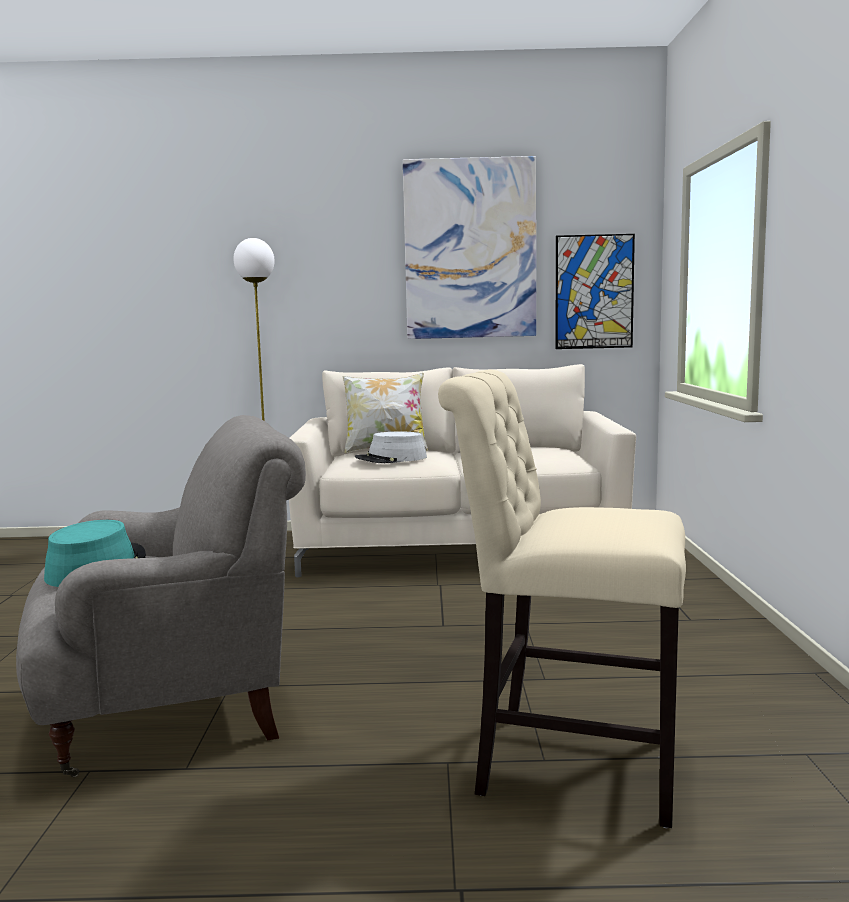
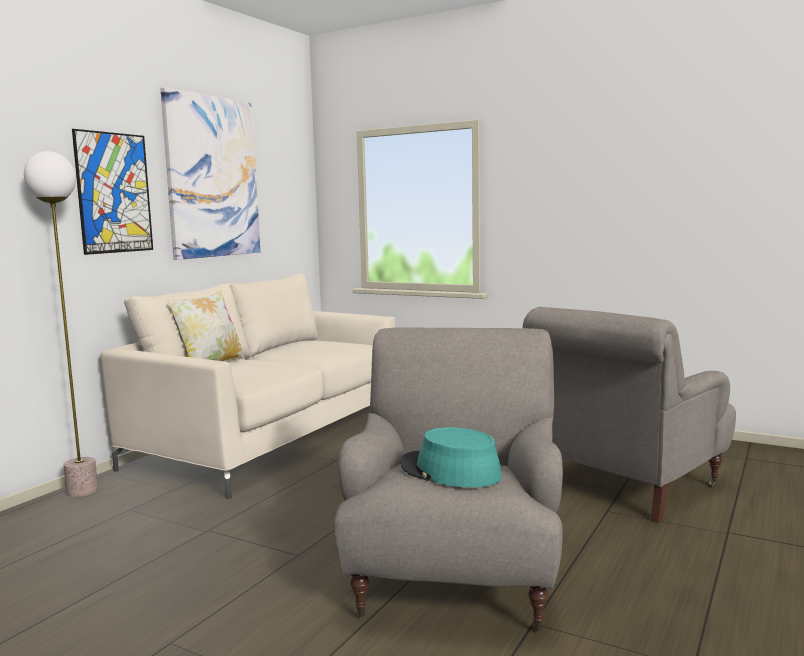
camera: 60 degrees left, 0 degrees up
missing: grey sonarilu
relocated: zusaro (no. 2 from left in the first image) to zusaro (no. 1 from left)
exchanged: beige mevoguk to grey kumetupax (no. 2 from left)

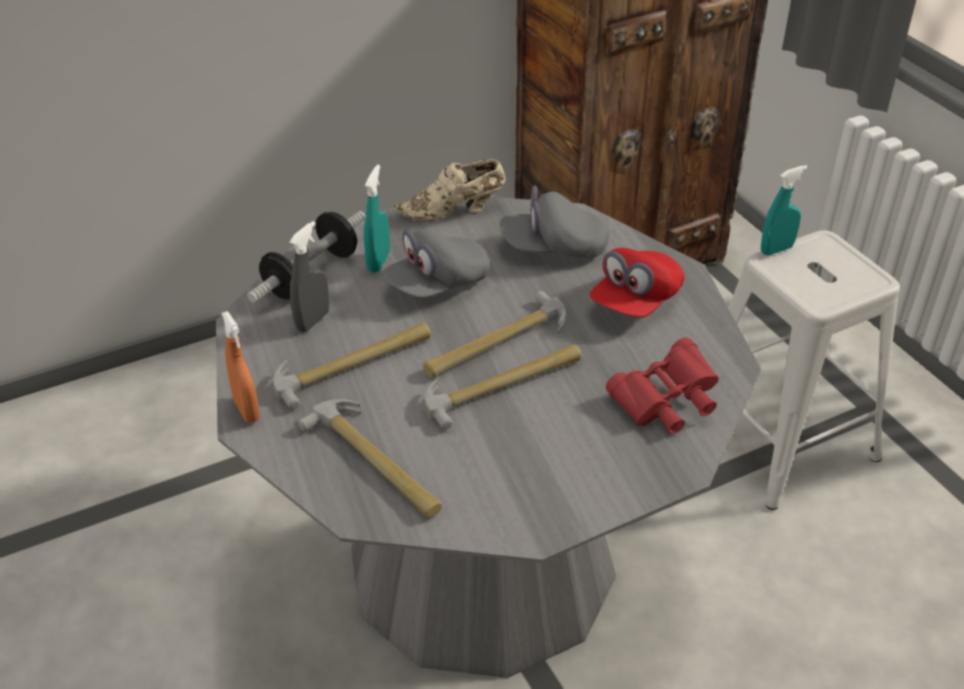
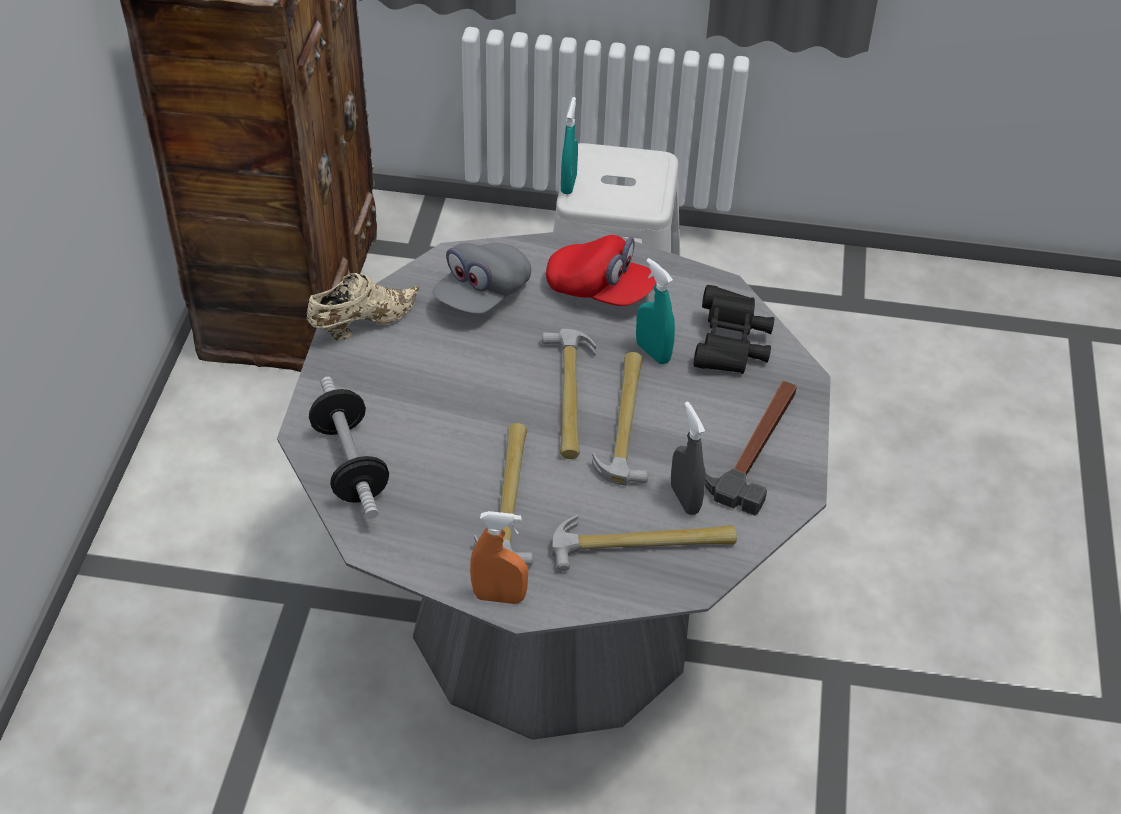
camera: 55 degrees left, 5 degrees up
missing: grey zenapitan (no. 1 from left)
appeared: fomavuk (no. 5 from left)
relocated: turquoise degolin (no. 1 from left in the first image) to turquoise degolin (no. 2 from left); grey degolin
colour: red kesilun to black kesilun
spun: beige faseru 150 degrees counterclockwise; red zenapitan 45 degrees counterclockwise

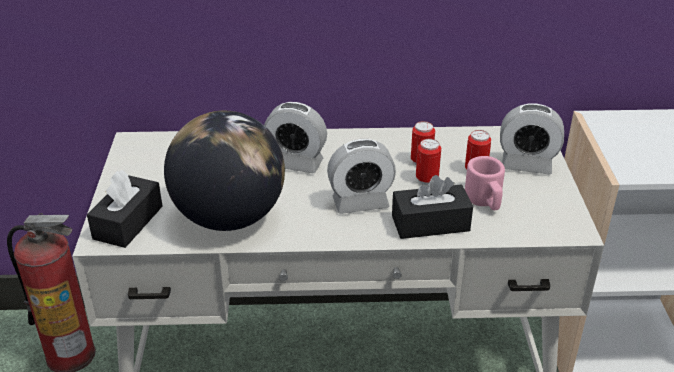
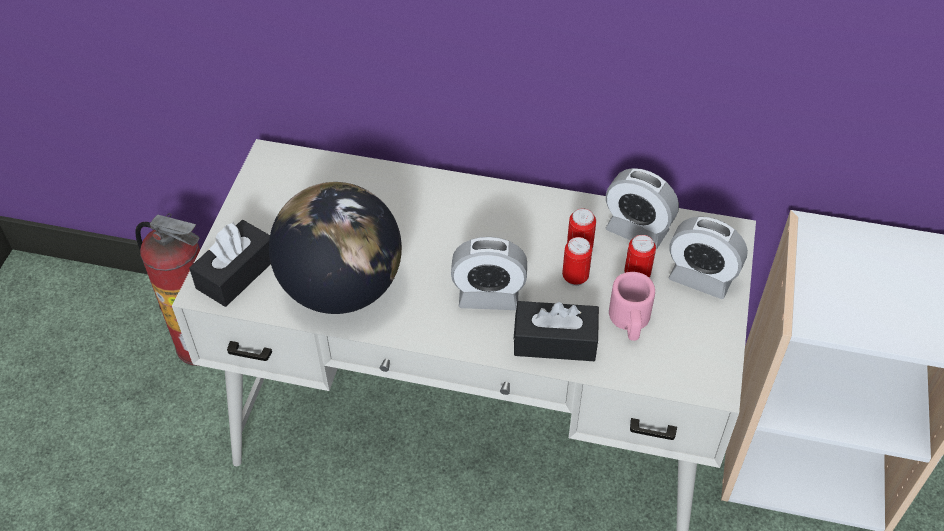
camera: 15 degrees right, 15 degrees up
relocated: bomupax (no. 1 from left in the first image) to bomupax (no. 2 from left)

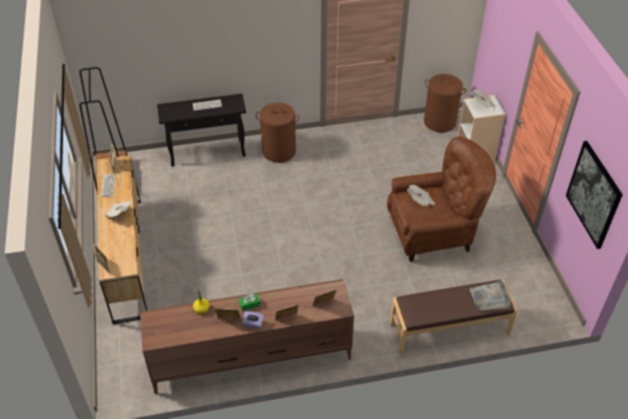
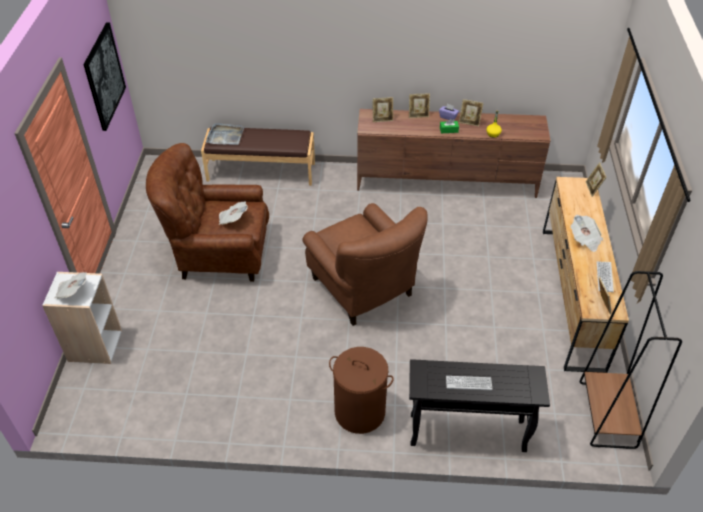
camera: 165 degrees left, 0 degrees up
missing: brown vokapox (no. 2 from left)
appeared: brown kumetupax (no. 2 from left)

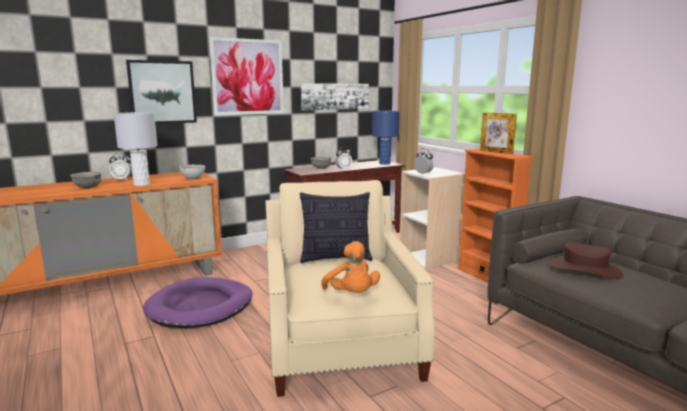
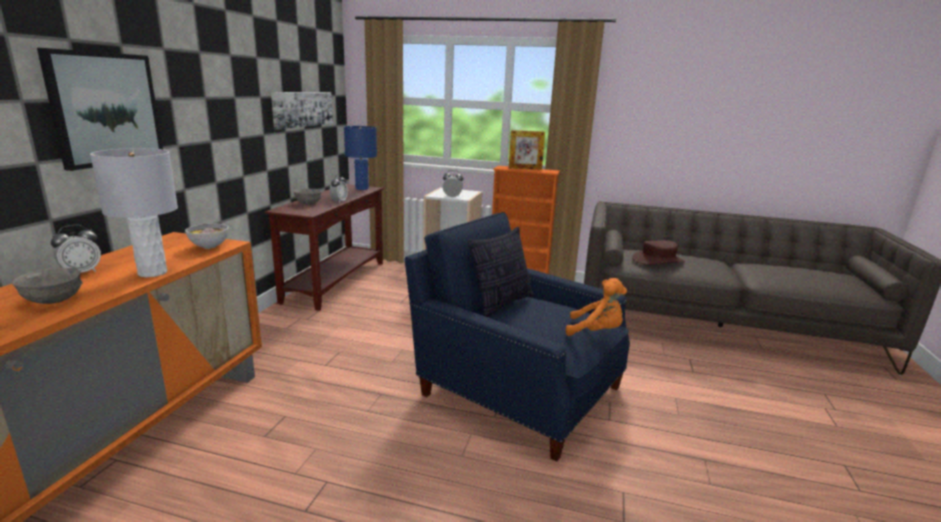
camera: 45 degrees left, 5 degrees up
missing: zusaro (no. 2 from left); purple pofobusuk
colour: beige kumetupax to blue kumetupax

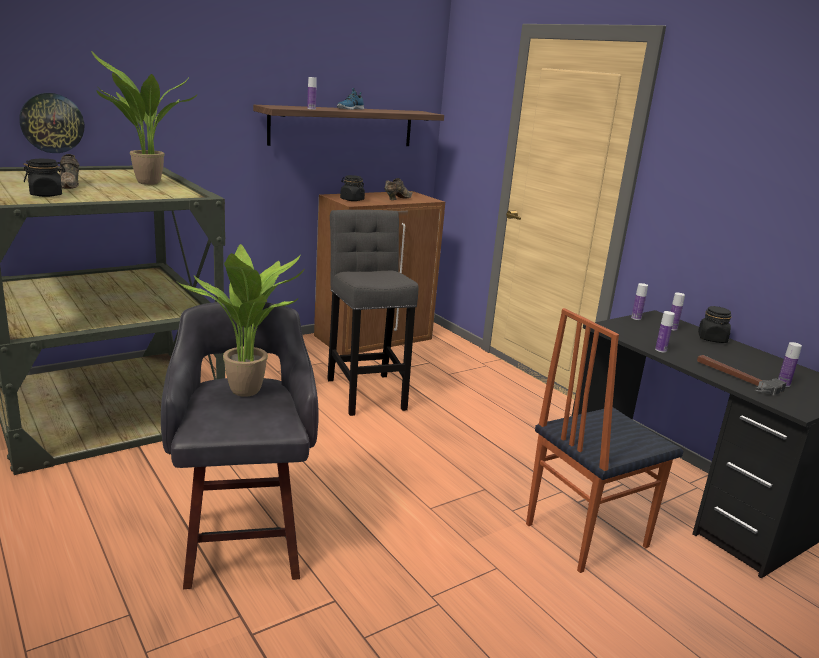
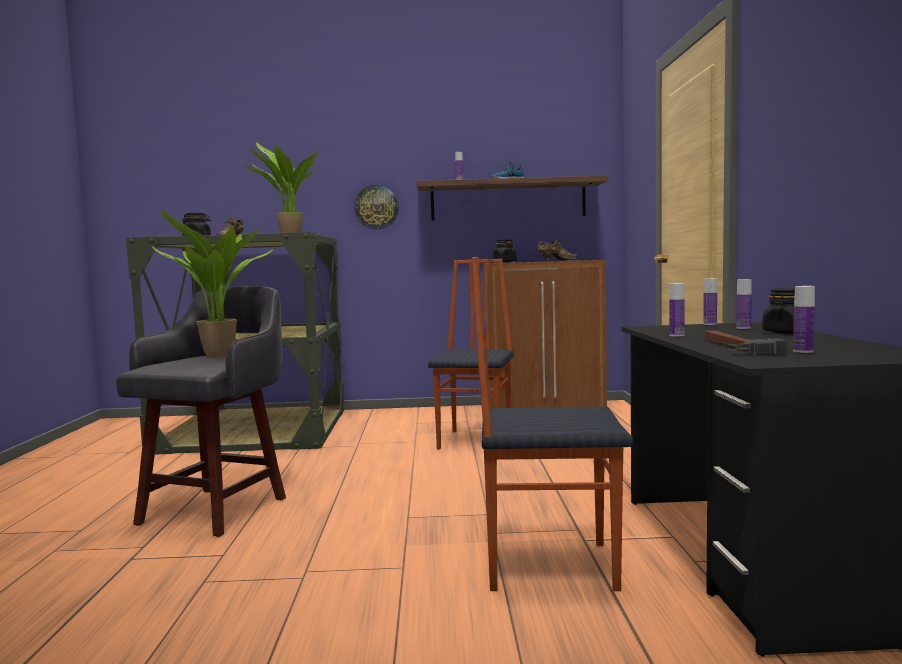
camera: 35 degrees right, 15 degrees down
relocated: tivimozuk
exchanged: grey mevoguk (no. 2 from left) to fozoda (no. 1 from left)

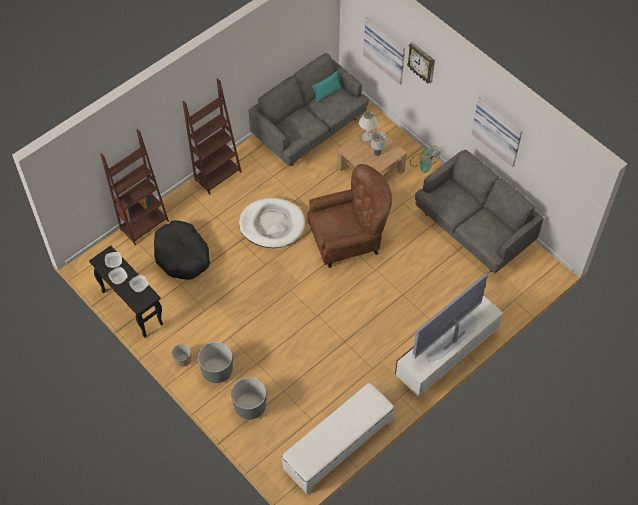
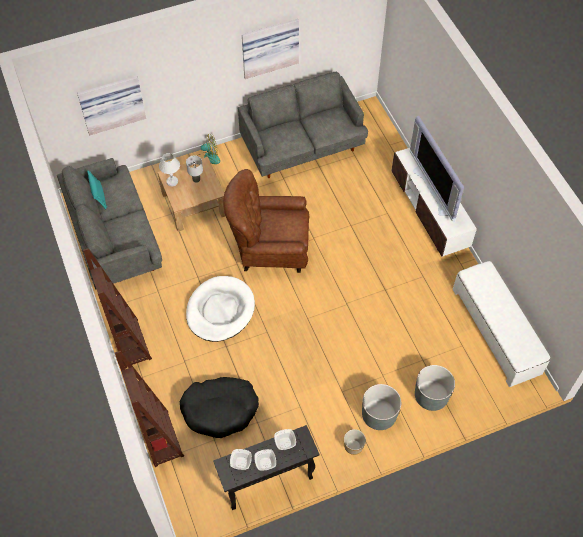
camera: 70 degrees left, 0 degrees up
missing: tivimozuk
spun: brown kumetupax 90 degrees counterclockwise

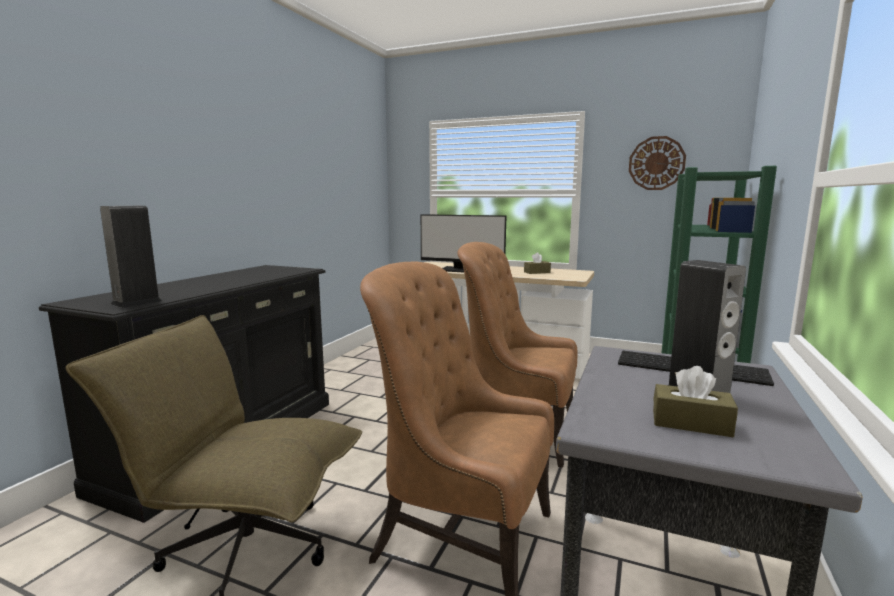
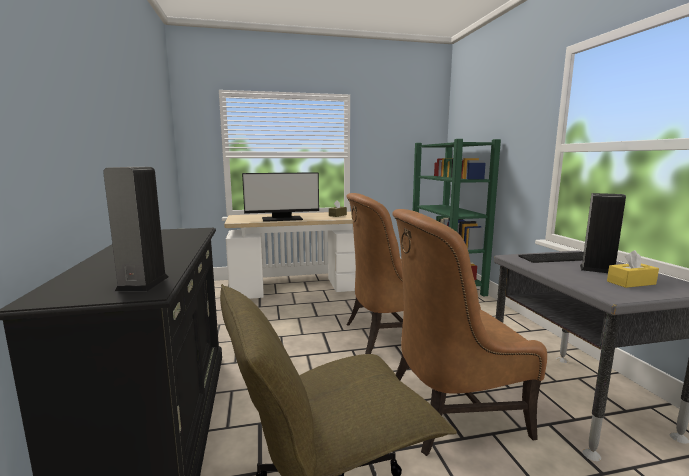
camera: 35 degrees left, 0 degrees up
missing: tivimozuk
colour: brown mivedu (no. 2 from left) to yellow mivedu

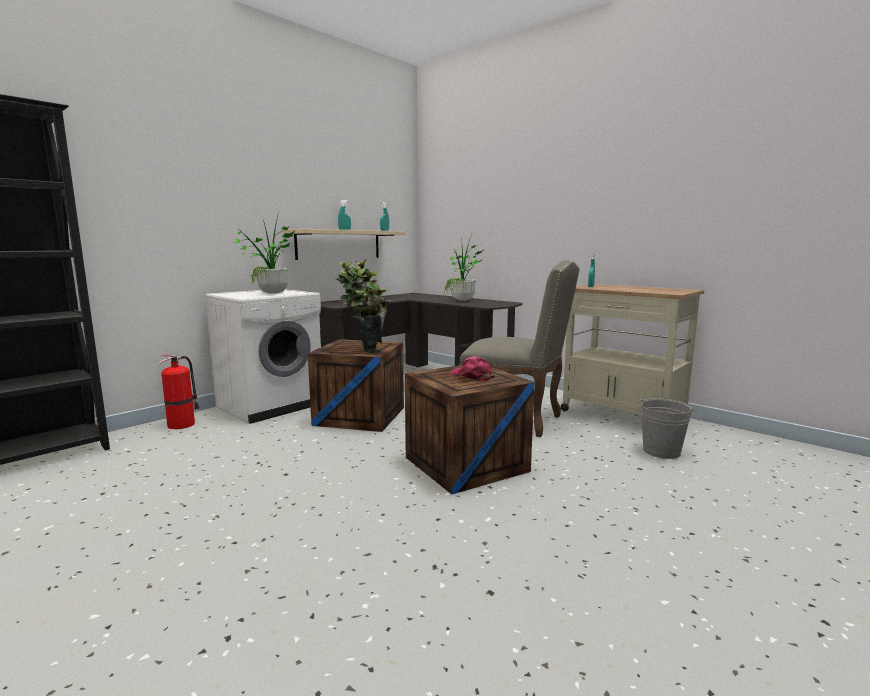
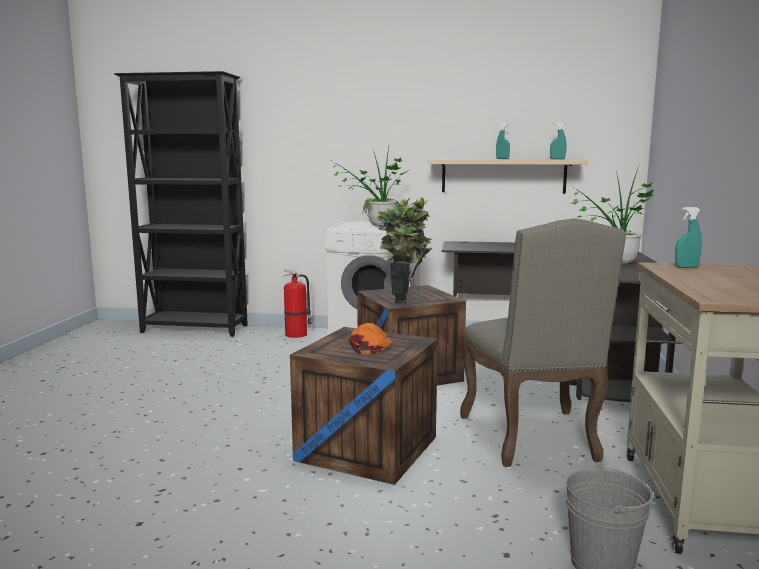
camera: 55 degrees right, 0 degrees up
colour: pink zenapitan to orange zenapitan

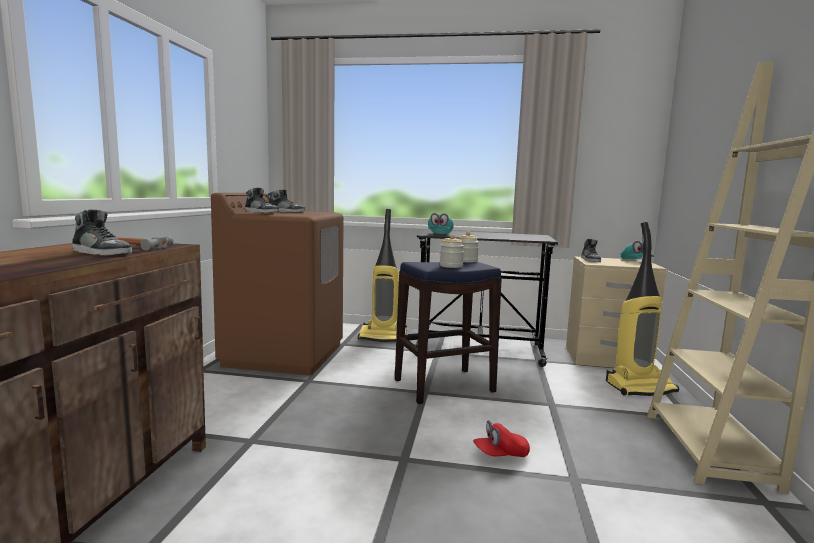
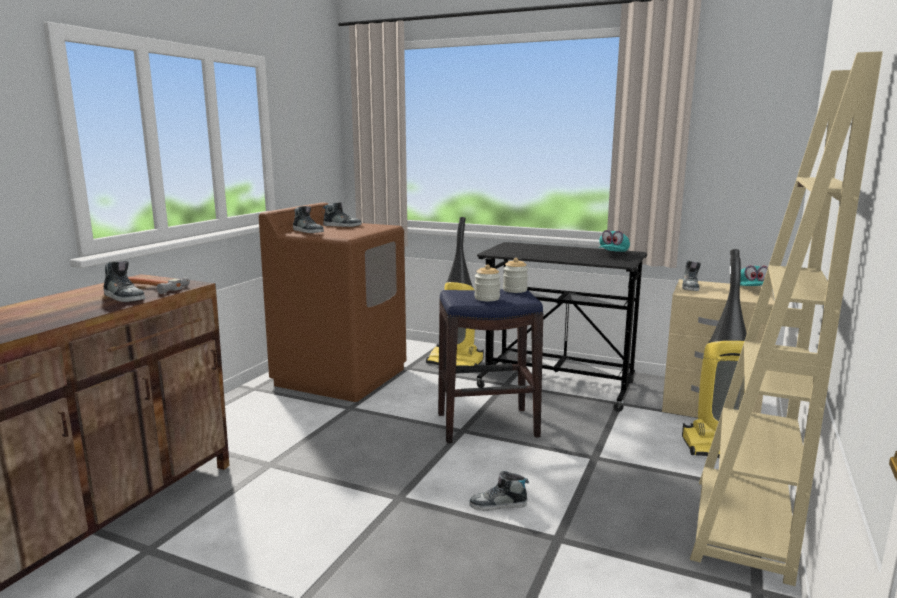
camera: 15 degrees right, 5 degrees up
relocated: turquoise zenapitan (no. 1 from left)
exchanged: red zenapitan to faseru (no. 4 from left)

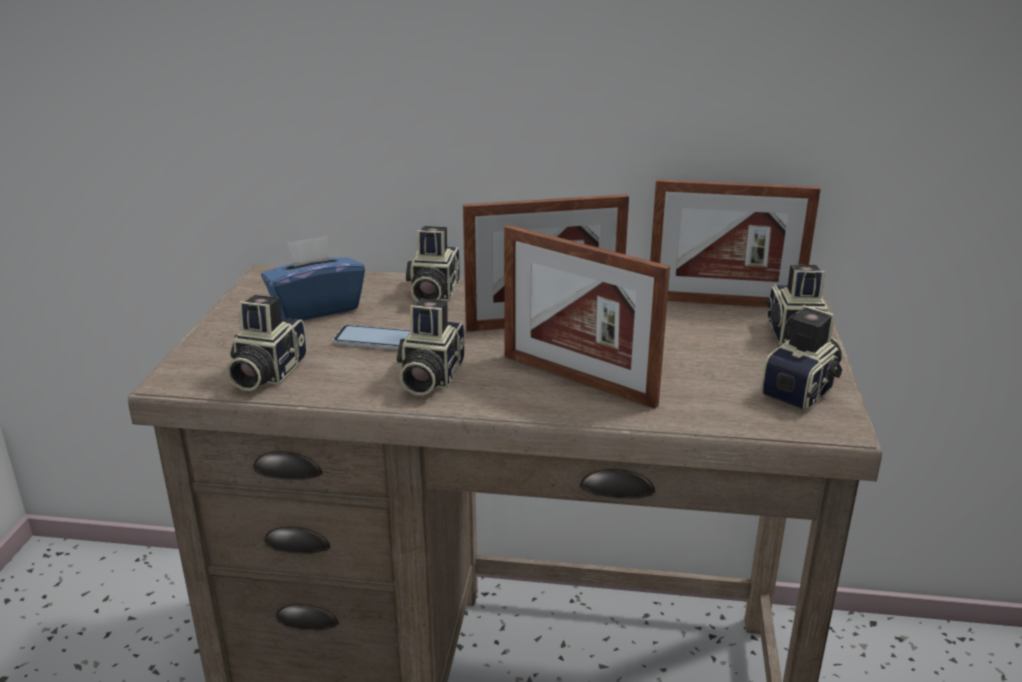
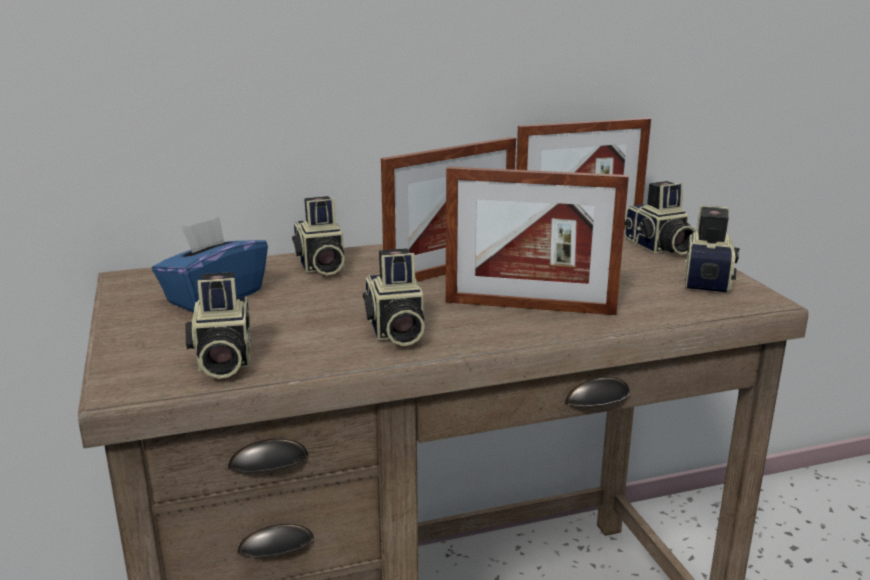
camera: 25 degrees left, 5 degrees down
missing: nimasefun

